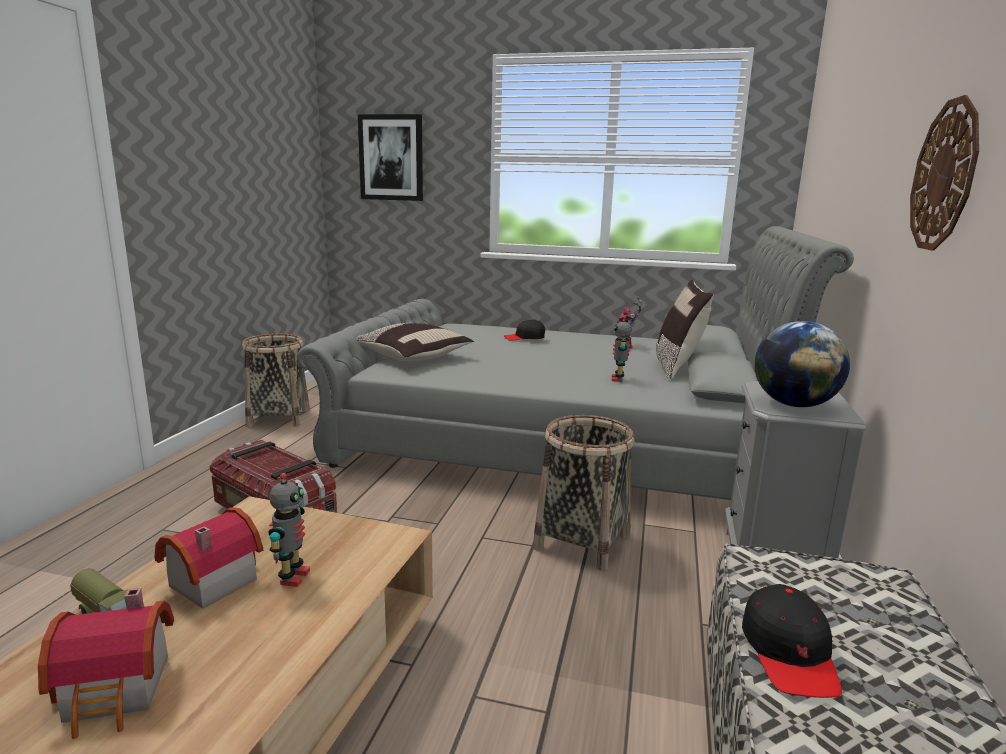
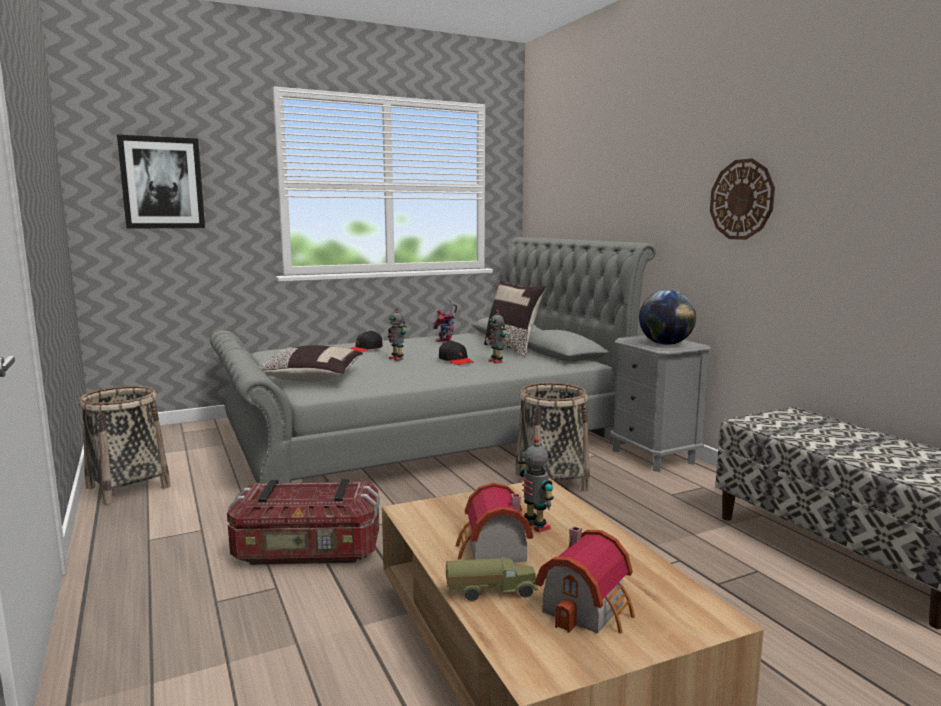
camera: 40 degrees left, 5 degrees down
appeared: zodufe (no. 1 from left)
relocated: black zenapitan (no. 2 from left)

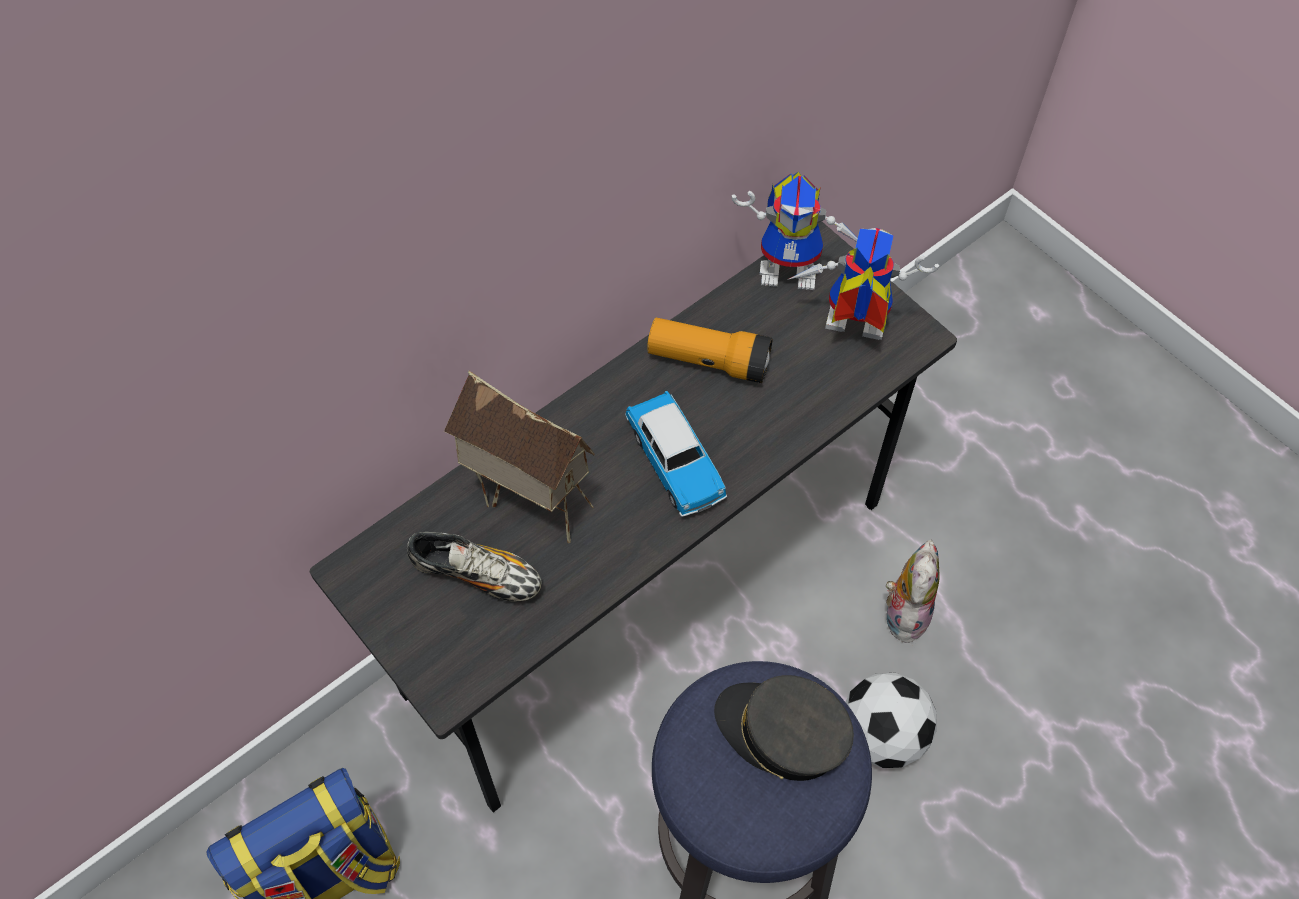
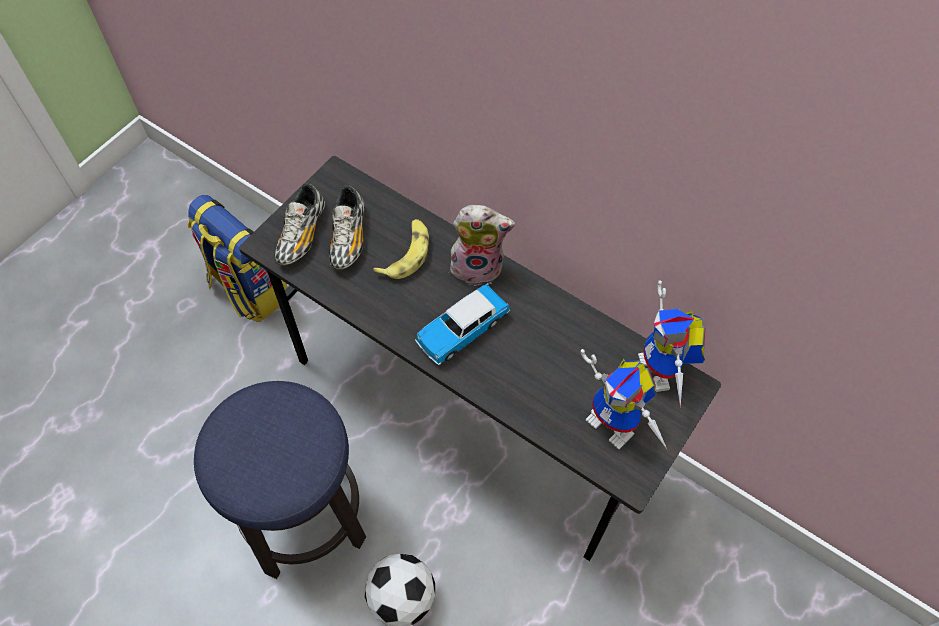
camera: 75 degrees right, 0 degrees up
missing: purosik; grey zenapitan
appeared: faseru (no. 1 from left)
relocated: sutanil
exchanged: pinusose to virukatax
spun: zodufe (no. 2 from left in the first image) 135 degrees clockwise

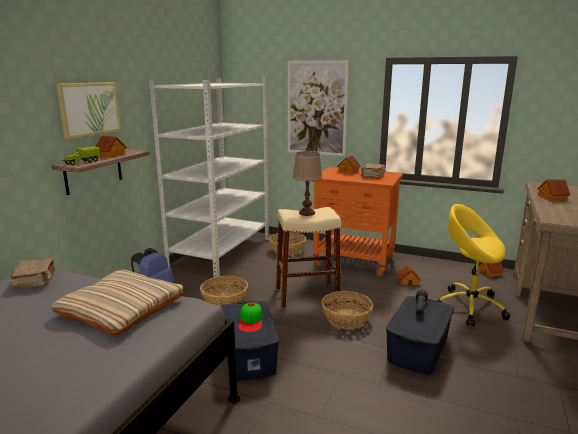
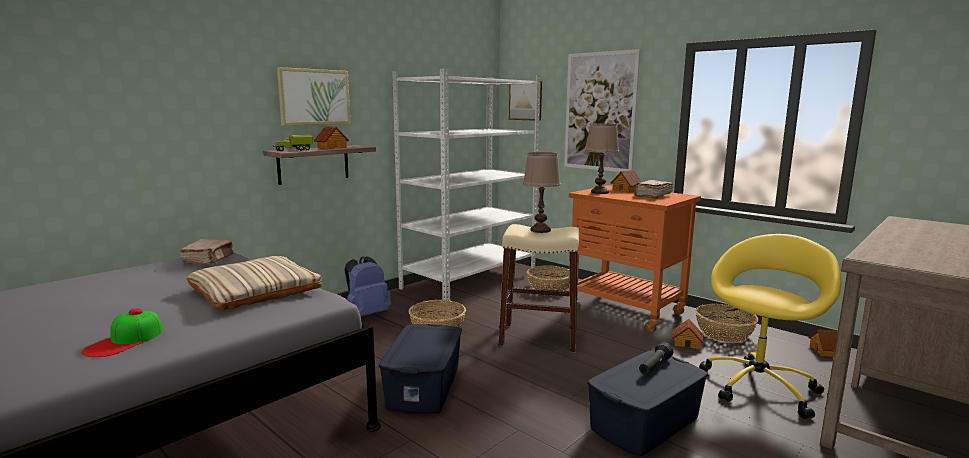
camera: 20 degrees right, 5 degrees down
missing: pinusose (no. 5 from left)
appeared: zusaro (no. 2 from left); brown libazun (no. 2 from left)
relocated: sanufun (no. 3 from left); zenapitan
spun: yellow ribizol 90 degrees clockwise

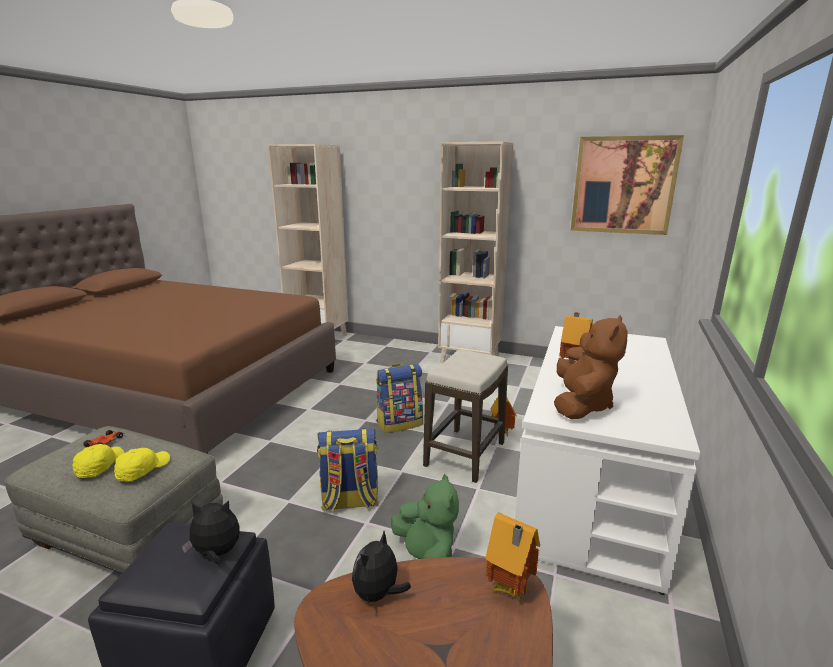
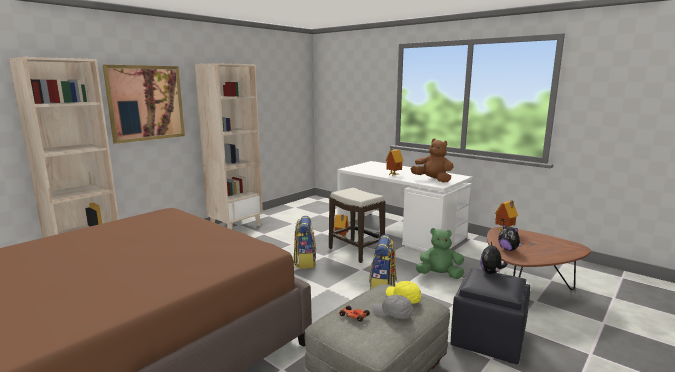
camera: 70 degrees left, 5 degrees down
relocated: zusaro
colour: yellow zenapitan (no. 1 from left) to grey zenapitan

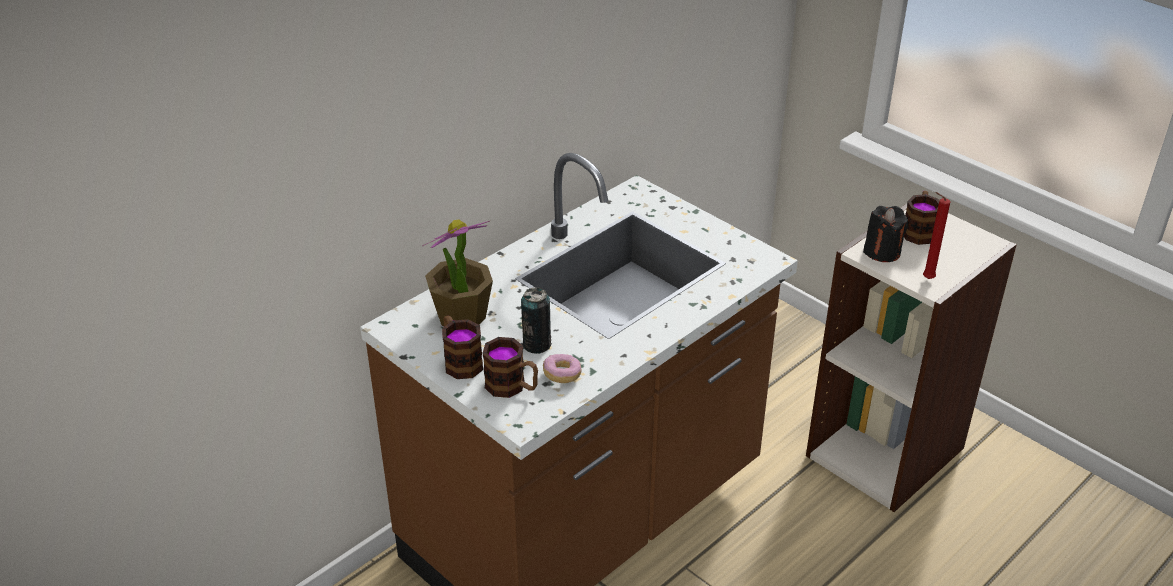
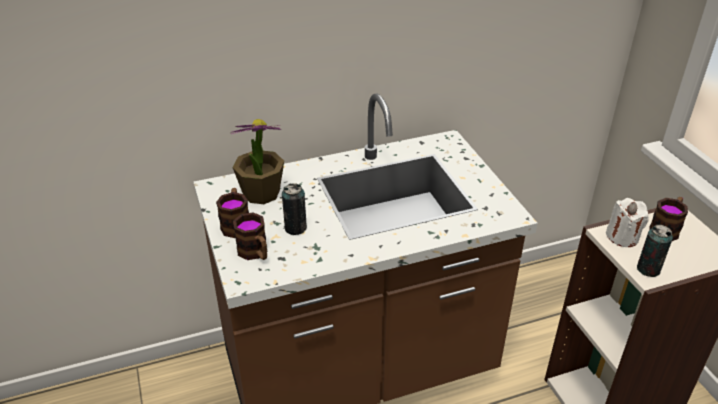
camera: 25 degrees right, 0 degrees up
missing: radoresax
exchanged: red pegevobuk to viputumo (no. 2 from left)
colour: black pegevobuk to white pegevobuk

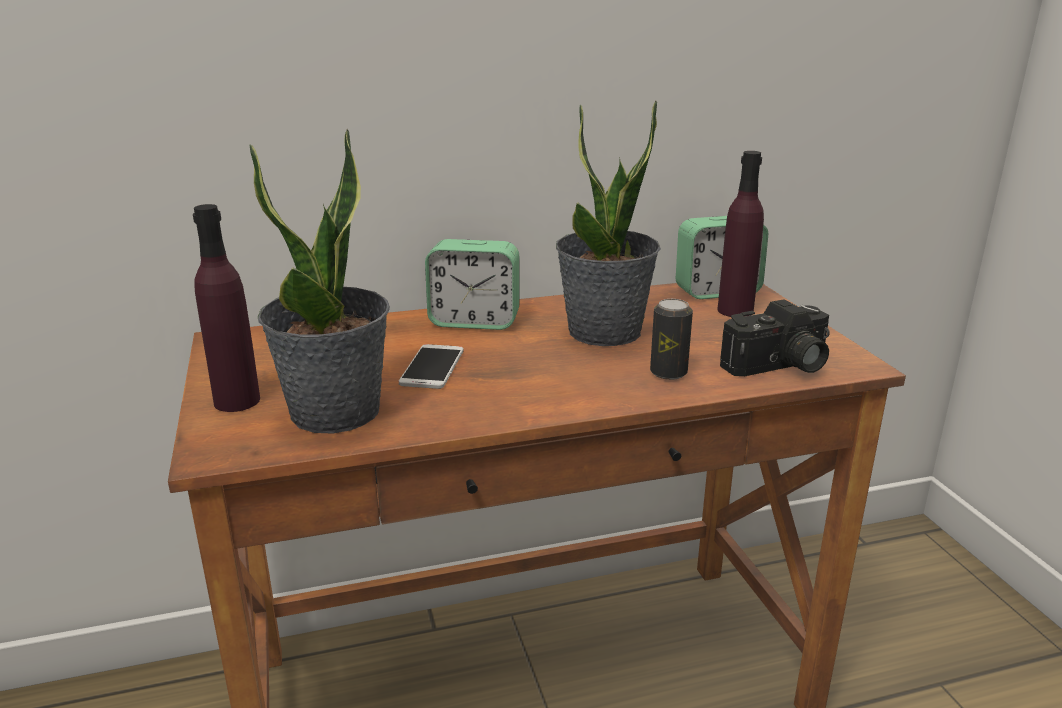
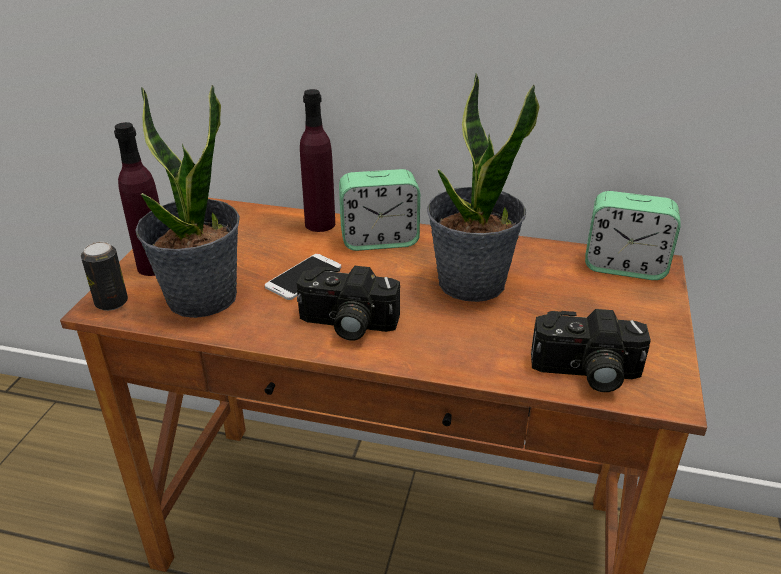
camera: 30 degrees right, 10 degrees up
appeared: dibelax (no. 1 from left)
relocated: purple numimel (no. 2 from left); viputumo
spun: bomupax (no. 1 from left) 45 degrees counterclockwise

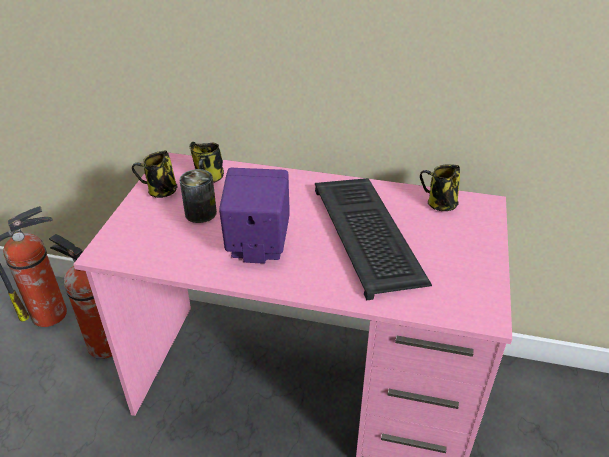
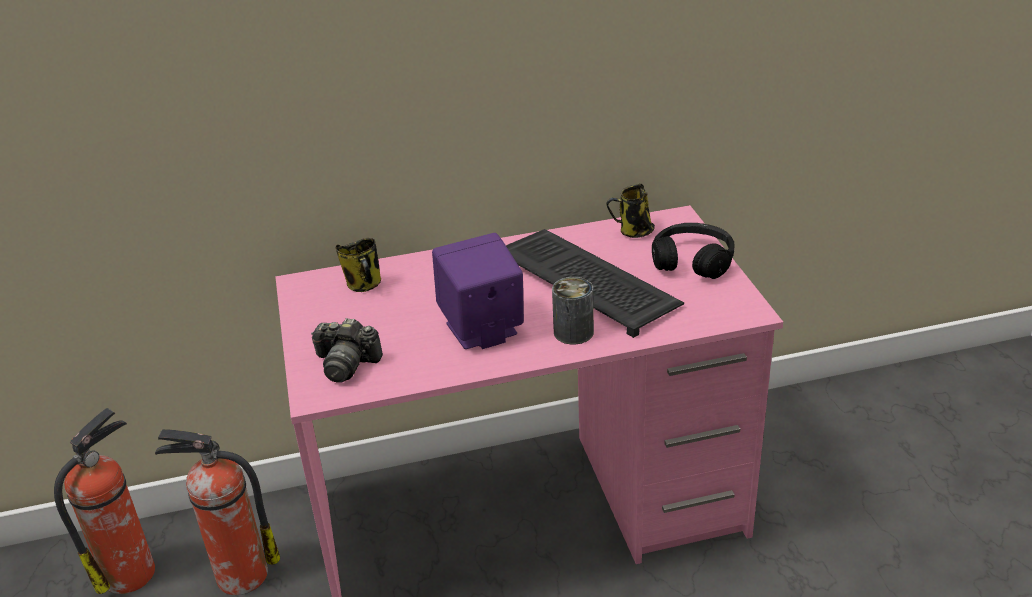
camera: 25 degrees left, 5 degrees down
missing: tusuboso (no. 1 from left)
appeared: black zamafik; dibelax
relocated: viputumo

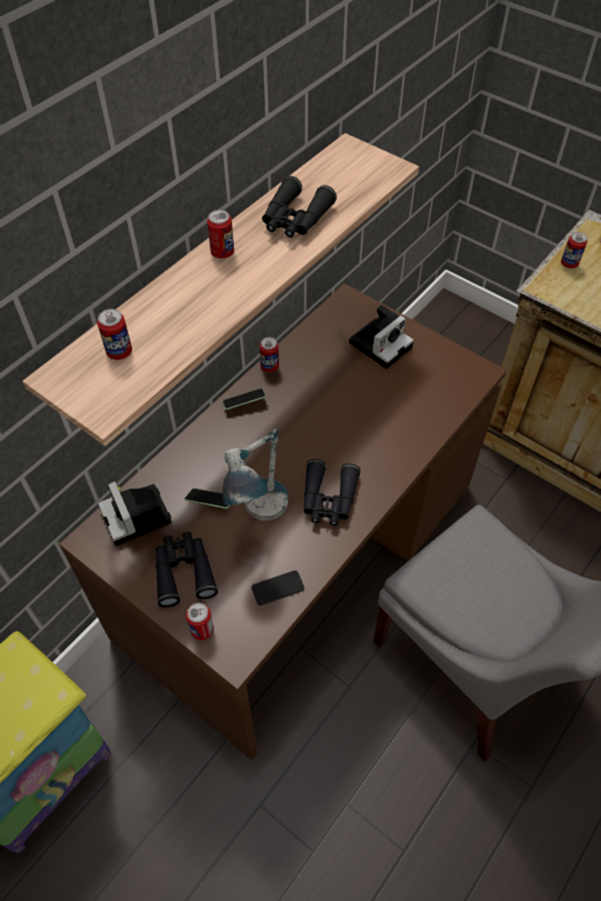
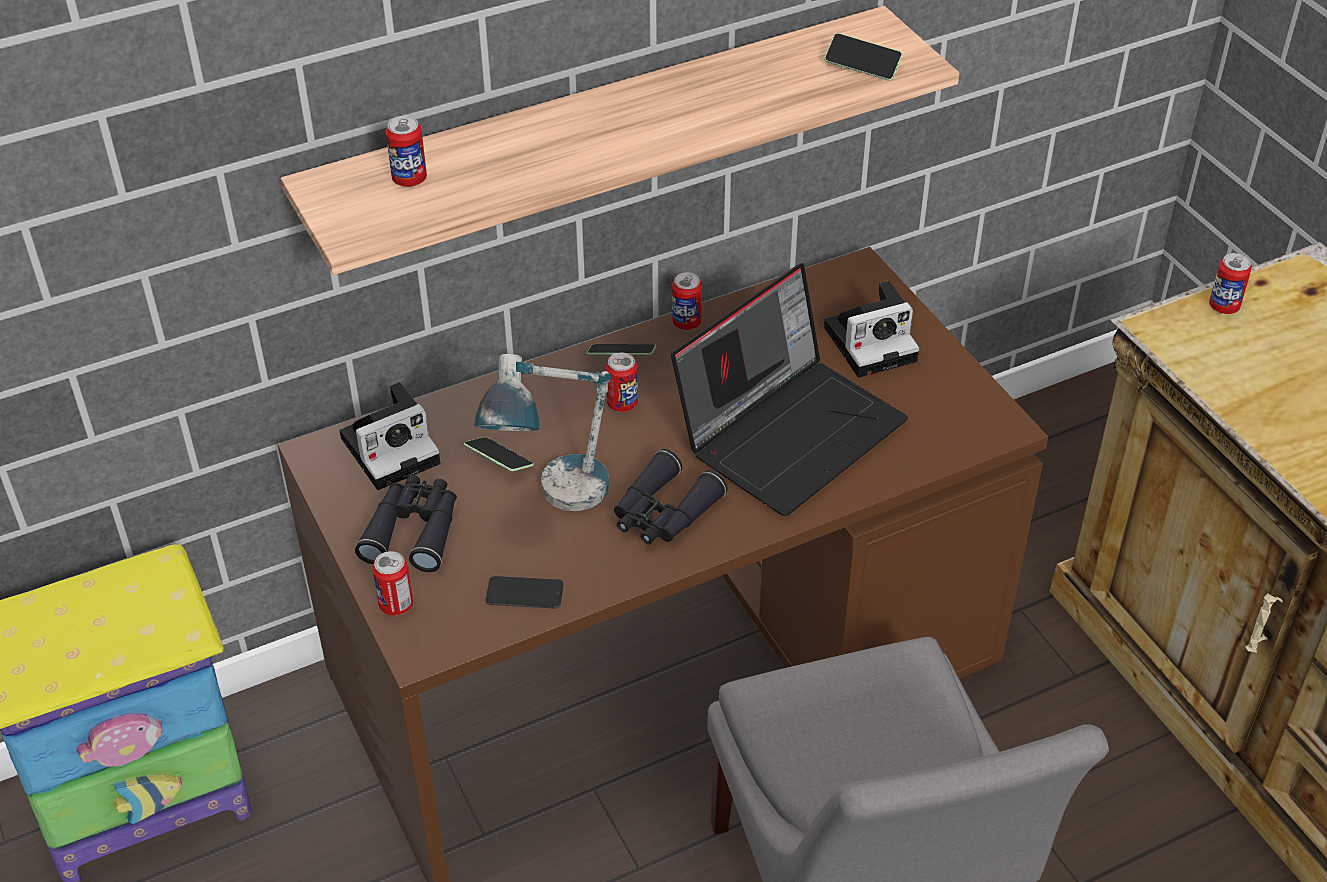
camera: 25 degrees right, 10 degrees down
missing: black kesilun (no. 2 from left)
appeared: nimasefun (no. 4 from left); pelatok
relocated: viputumo (no. 3 from left)
spun: dibelax (no. 1 from left) 120 degrees counterclockwise

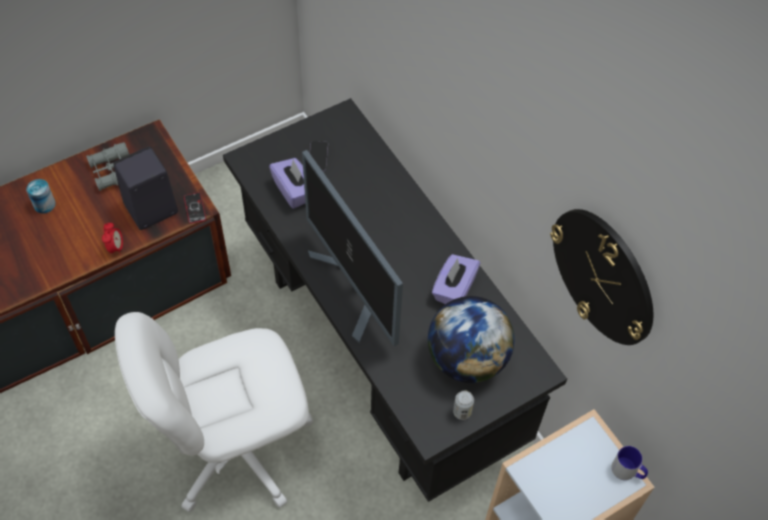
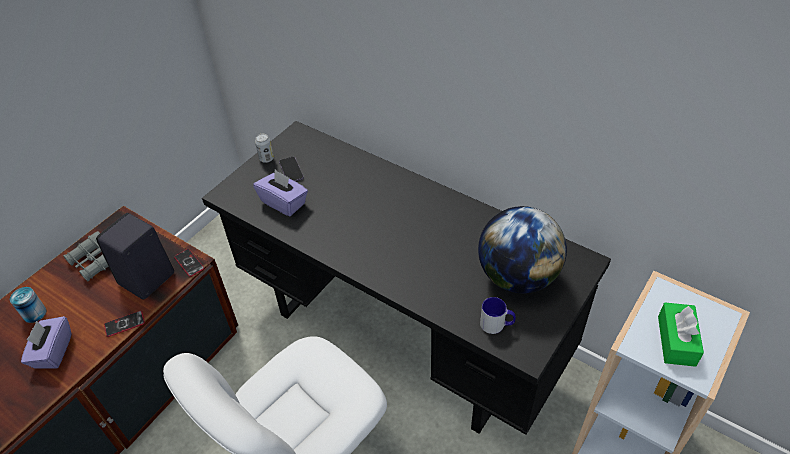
camera: 20 degrees left, 10 degrees down
missing: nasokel; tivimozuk
appeared: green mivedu
relocated: purple mivedu (no. 2 from left in the first image) to purple mivedu (no. 1 from left); viputumo (no. 2 from left); tusuboso
exchanged: bomupax to nimasefun (no. 1 from left)

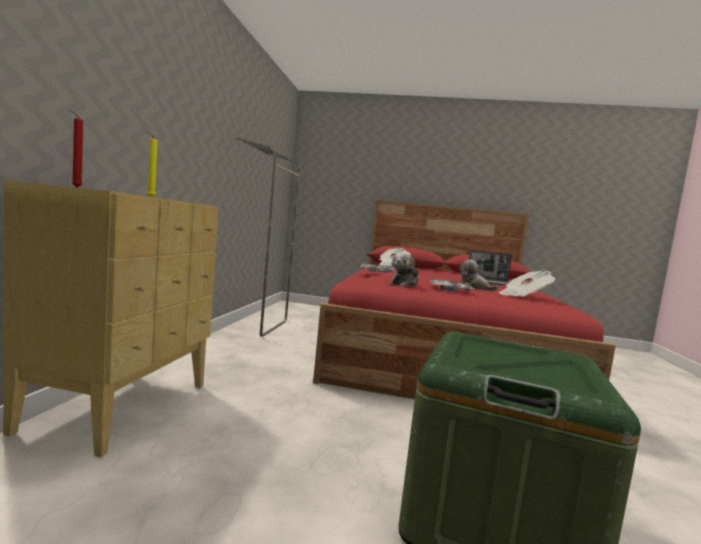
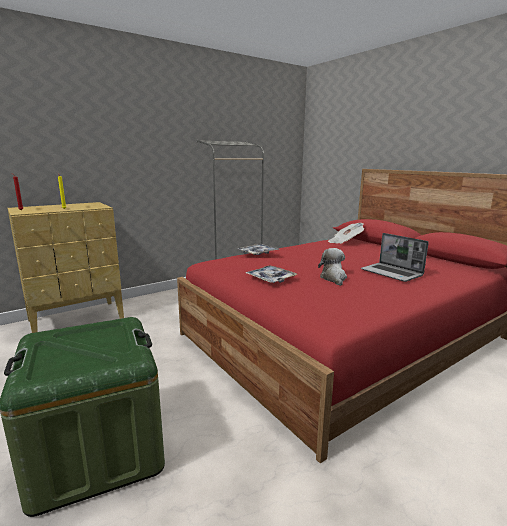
camera: 45 degrees right, 10 degrees up
missing: sutanil (no. 1 from left); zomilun (no. 2 from left)

